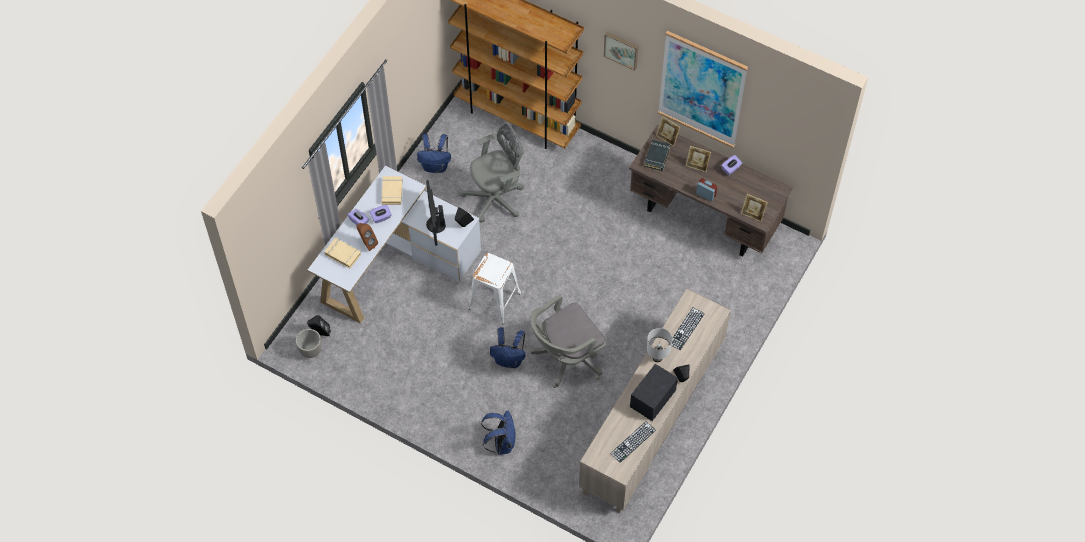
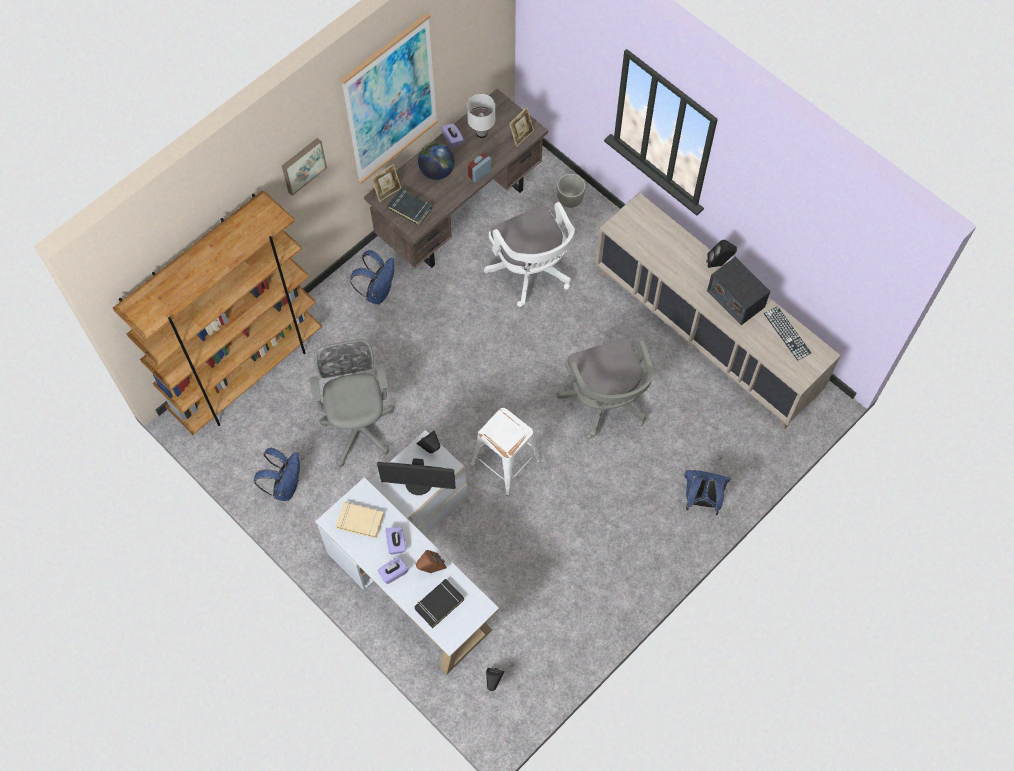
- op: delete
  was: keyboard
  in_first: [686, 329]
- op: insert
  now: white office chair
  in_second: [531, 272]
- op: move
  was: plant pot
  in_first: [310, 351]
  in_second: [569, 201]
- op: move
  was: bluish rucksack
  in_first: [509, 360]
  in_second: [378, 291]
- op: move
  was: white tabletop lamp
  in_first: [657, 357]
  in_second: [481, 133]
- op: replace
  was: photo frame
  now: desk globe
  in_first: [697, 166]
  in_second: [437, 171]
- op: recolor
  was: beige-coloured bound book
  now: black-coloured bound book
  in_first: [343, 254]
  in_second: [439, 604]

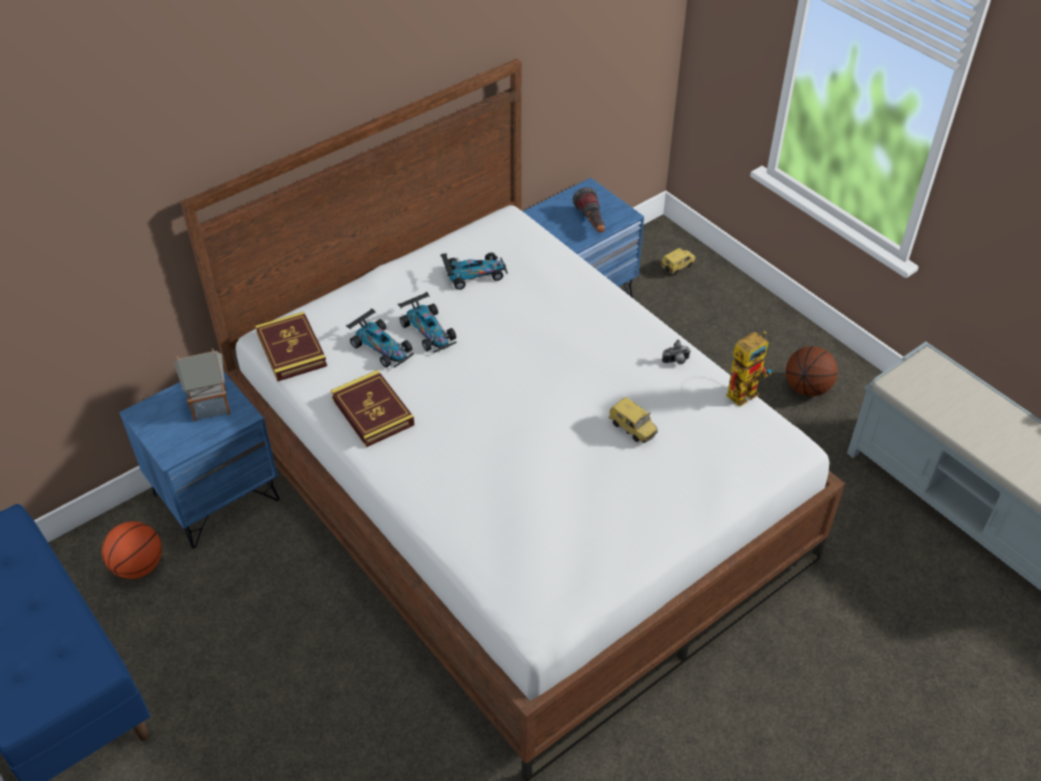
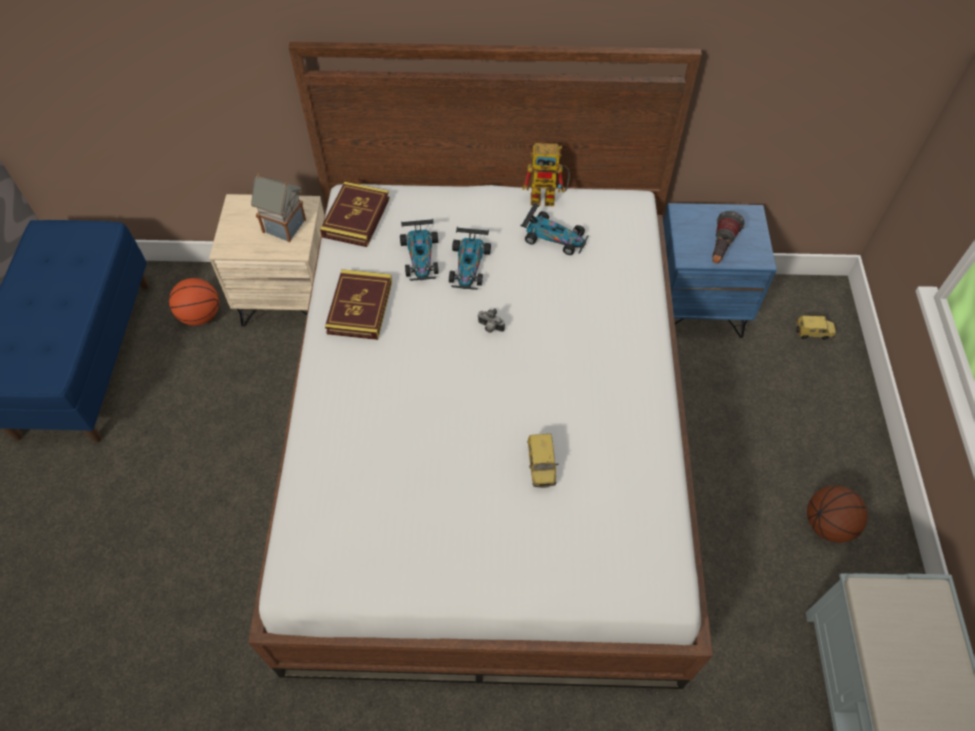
- op: move
  was: photo camera
  in_first: [676, 362]
  in_second: [490, 328]
- op: move
  was: robot figure
  in_first: [745, 390]
  in_second: [548, 197]
- op: recolor
  was: bluish night table
  now: beige-coloured night table
  in_first: [216, 496]
  in_second: [289, 297]

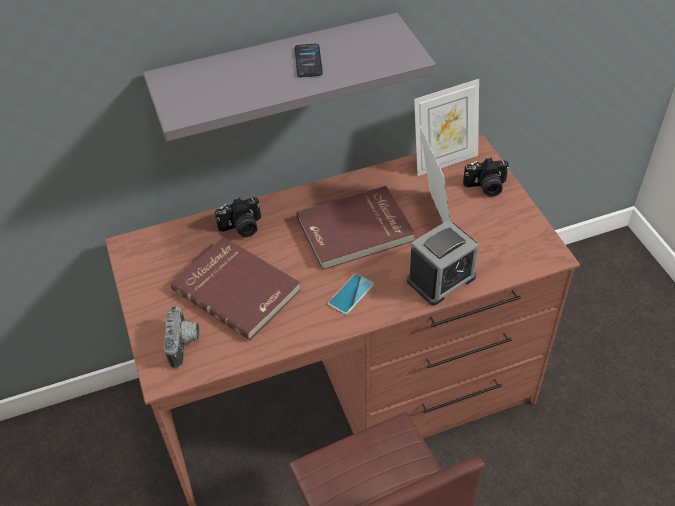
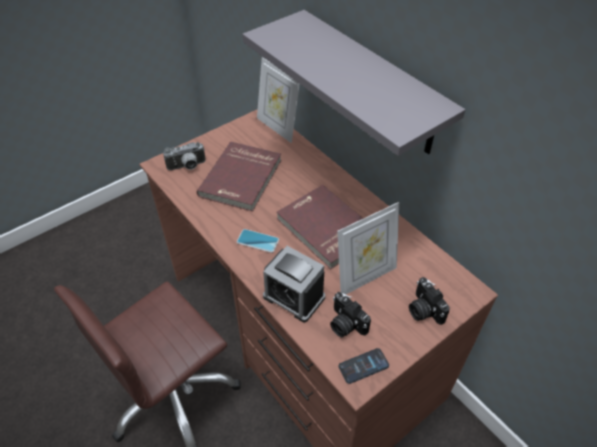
- op: move
  was: photo camera
  in_first: [242, 228]
  in_second: [345, 324]
- op: move
  was: phone
  in_first: [308, 61]
  in_second: [363, 366]
- op: move
  was: photo frame
  in_first: [444, 161]
  in_second: [277, 128]

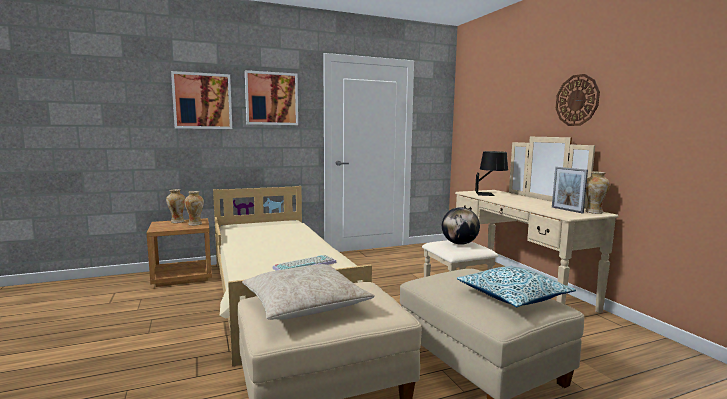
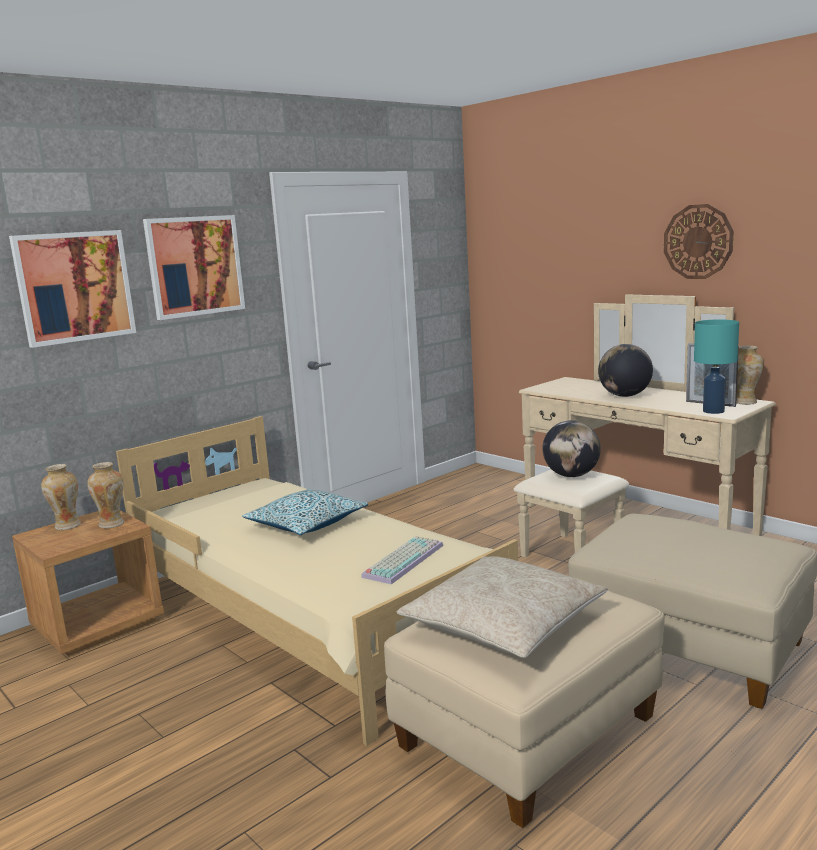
- op: delete
  was: black-coloured tabletop lamp
  in_first: [490, 194]
- op: insert
  now: desk globe
  in_second: [624, 396]
- op: insert
  now: turquoise-coloured tabletop lamp
  in_second: [713, 411]
- op: move
  was: pillow
  in_first: [512, 296]
  in_second: [306, 524]

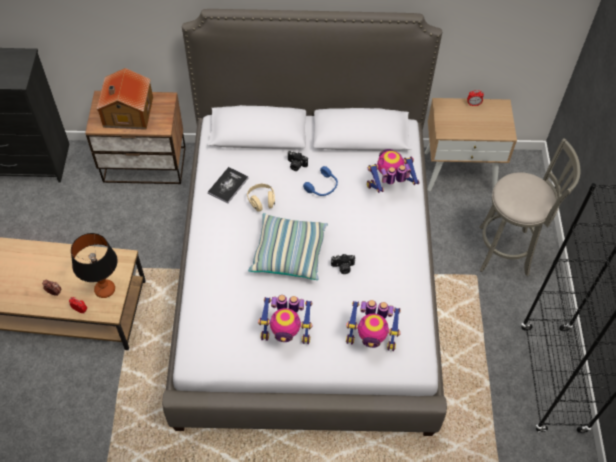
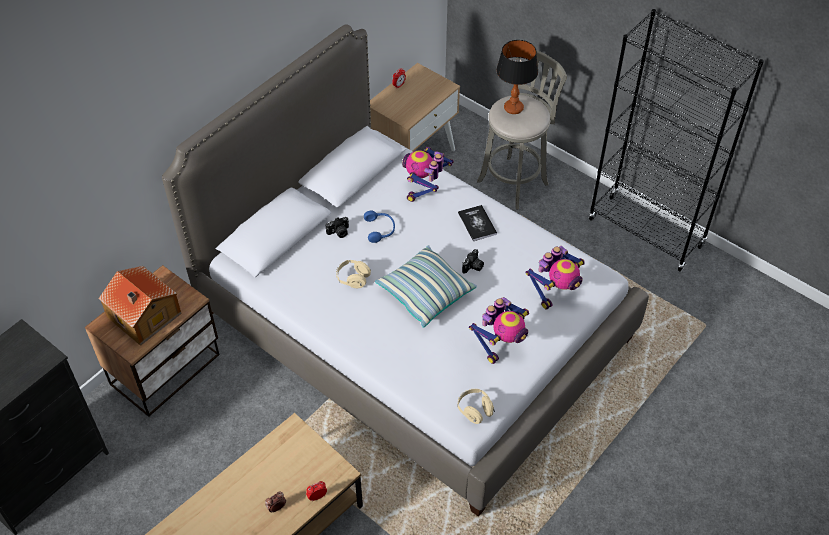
- op: insert
  now: beige-coloured headphones
  in_second: [475, 410]
- op: move
  was: tabletop lamp
  in_first: [105, 290]
  in_second: [513, 108]
- op: move
  was: bound book
  in_first: [228, 185]
  in_second: [477, 224]

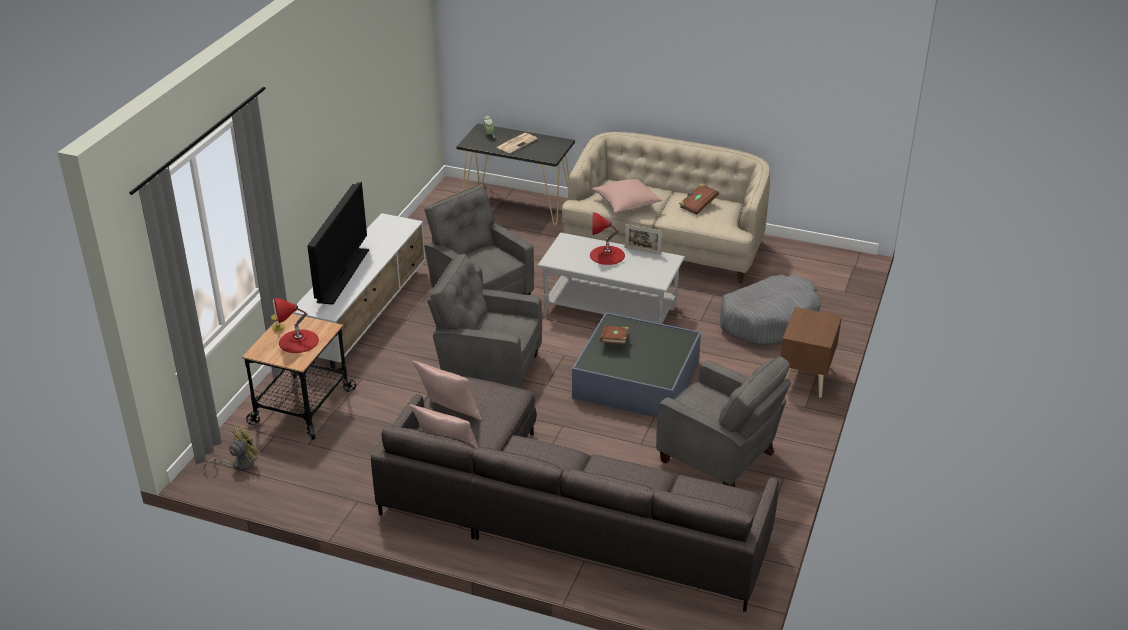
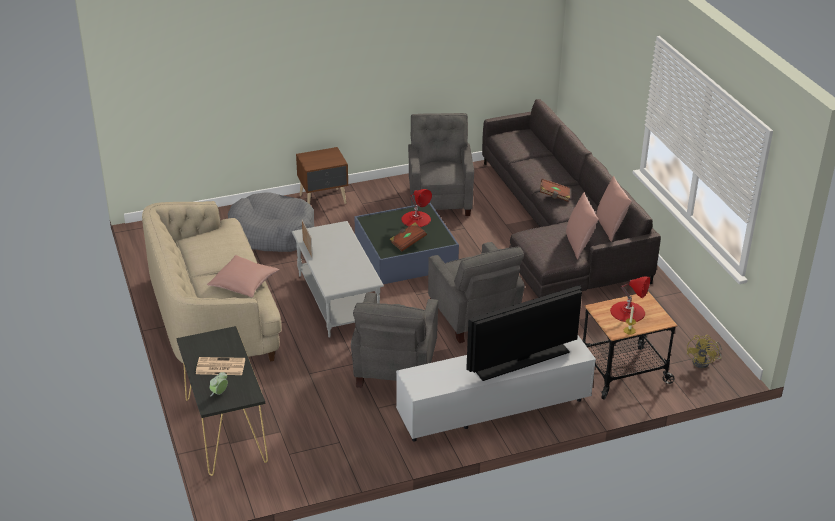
- op: move
  was: red tabletop lamp
  in_first: [607, 255]
  in_second: [416, 219]
- op: move
  was: brown bound book
  in_first: [698, 205]
  in_second: [554, 196]
- op: rotate
  was: yellowish fan
  in_first: [238, 464]
  in_second: [704, 362]
  clockwise: -75

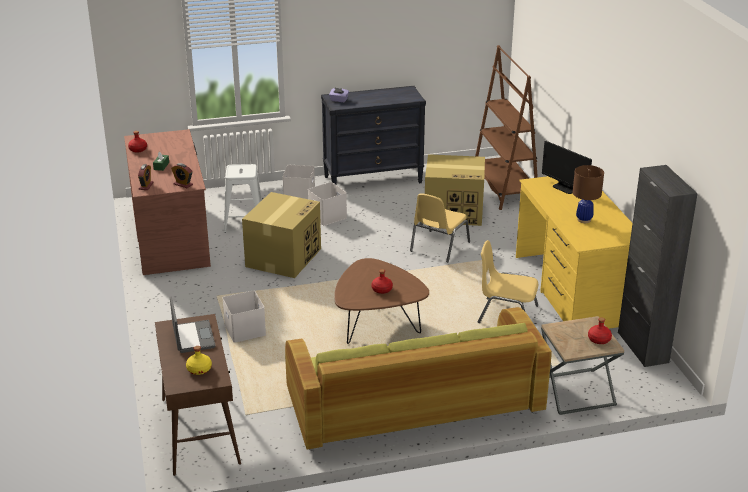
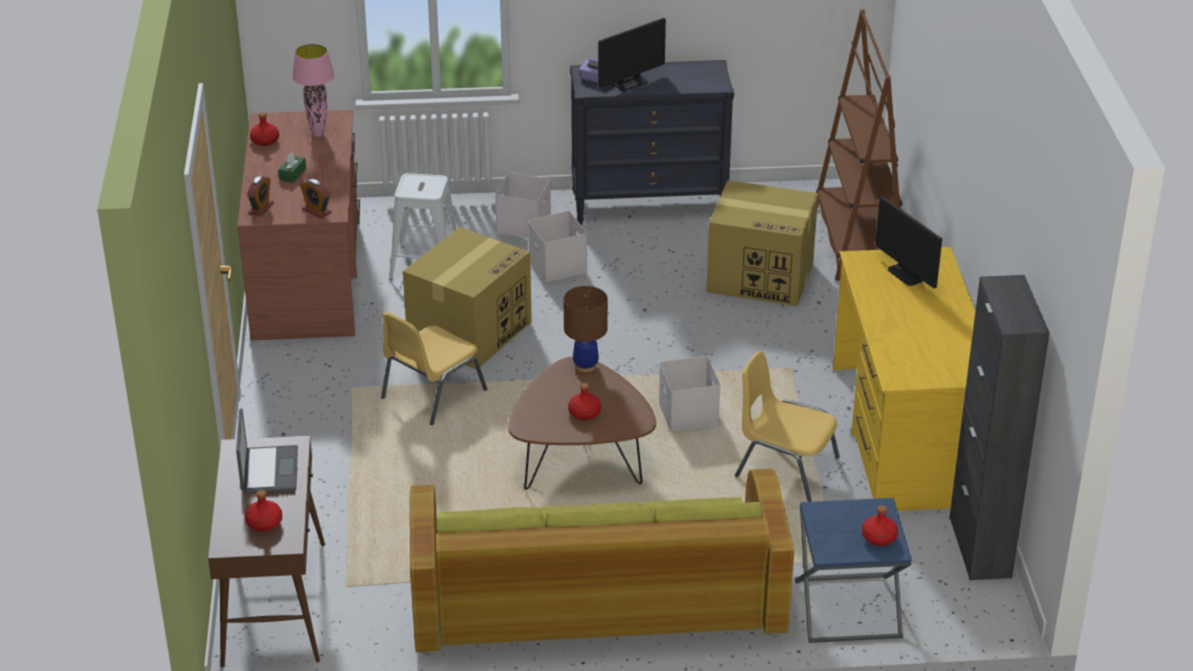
- op: insert
  now: pink-coloured tabletop lamp
  in_second: [318, 134]
- op: insert
  now: computer screen
  in_second: [630, 82]
- op: move
  was: white storage box
  in_first: [244, 330]
  in_second: [687, 413]
- op: move
  was: yellowish upright chair
  in_first: [438, 247]
  in_second: [431, 394]
- op: move
  was: brown tabletop lamp
  in_first: [584, 220]
  in_second: [585, 366]
- op: recolor
  was: yellowish bottle
  now: red bottle
  in_first: [199, 369]
  in_second: [265, 523]
- op: recolor
  was: brown accent table
  now: bluish accent table
  in_first: [575, 392]
  in_second: [847, 608]

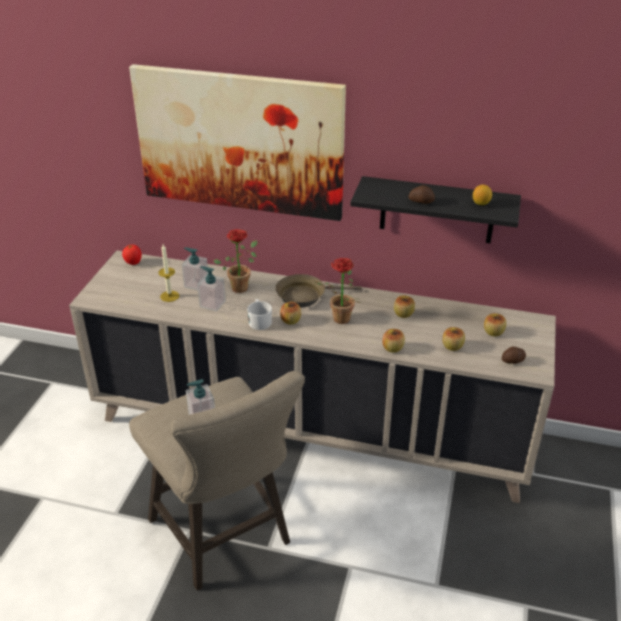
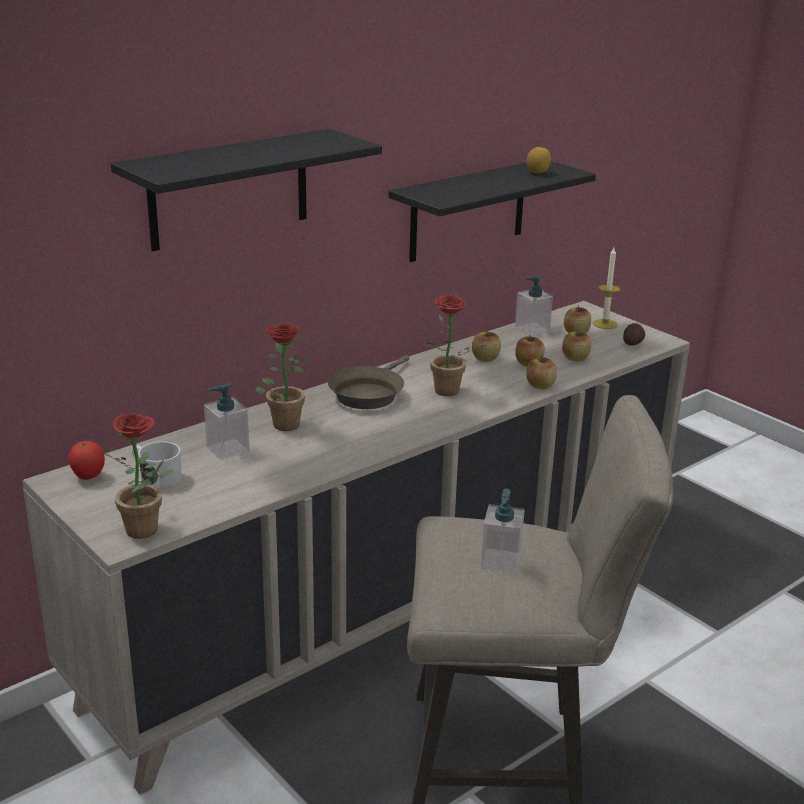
- op: delete
  was: spud
  in_first: [421, 201]
- op: insert
  now: houseplant
  in_second: [148, 531]
- op: move
  was: candle
  in_first: [169, 296]
  in_second: [605, 324]
- op: move
  was: soap dispenser
  in_first: [212, 304]
  in_second: [532, 329]
- op: move
  was: white tea mug
  in_first: [259, 321]
  in_second: [156, 477]
- op: move
  was: apple fruit
  in_first: [290, 321]
  in_second: [529, 364]
- op: replace
  was: wall picture
  now: black-coloured shelf
  in_first: [240, 142]
  in_second: [229, 189]

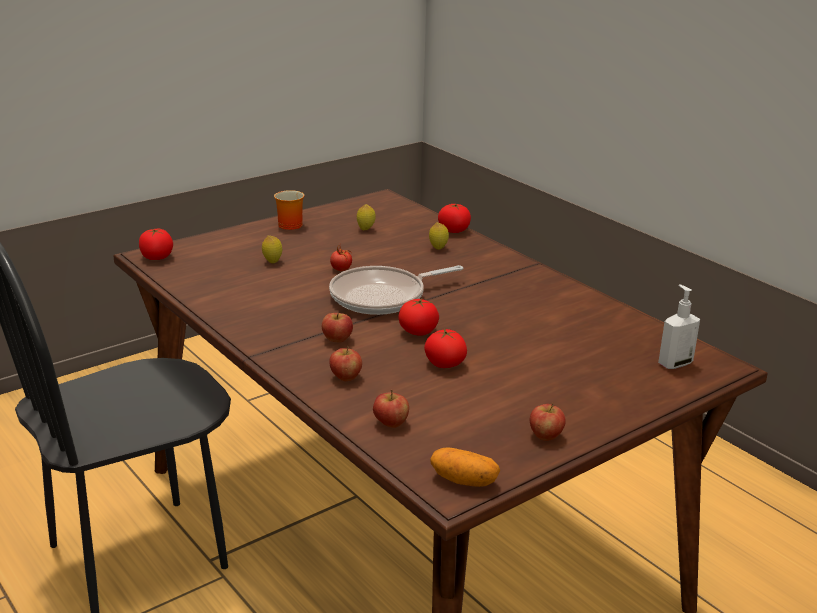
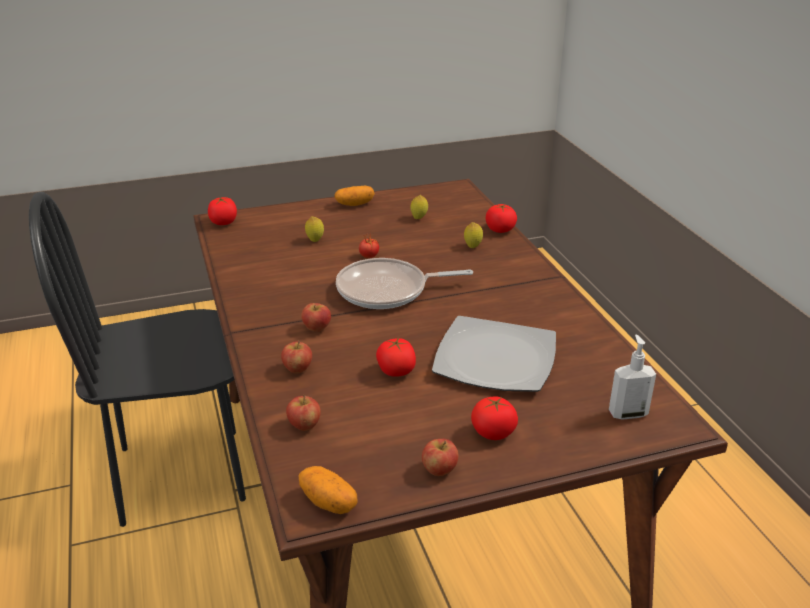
- op: insert
  now: flat dish
  in_second: [494, 358]
- op: move
  was: whole tomato
  in_first: [418, 331]
  in_second: [493, 432]
- op: replace
  was: tea mug
  now: spud
  in_first: [288, 224]
  in_second: [354, 204]

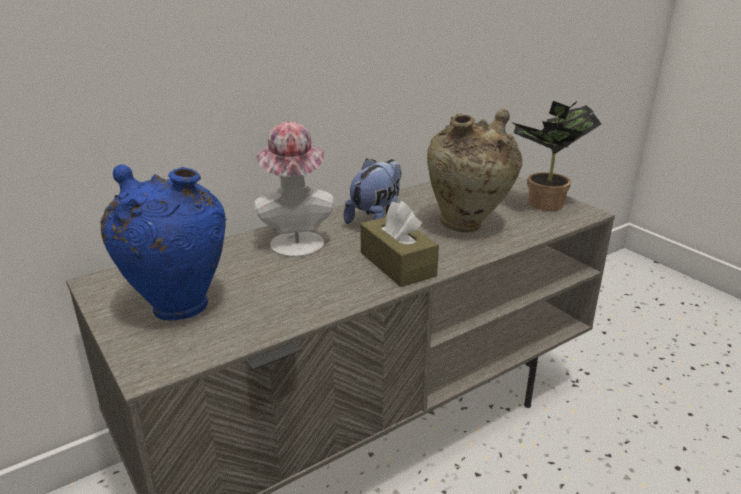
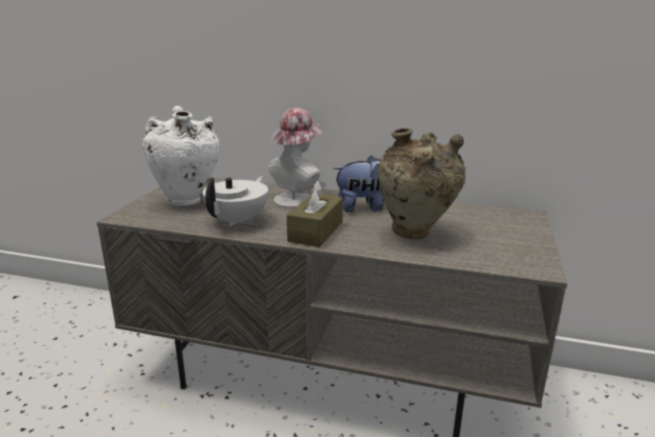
- op: delete
  was: houseplant
  in_first: [544, 206]
- op: insert
  now: white teapot
  in_second: [238, 221]
- op: recolor
  was: bluish vase
  now: white vase
  in_first: [178, 305]
  in_second: [187, 200]

